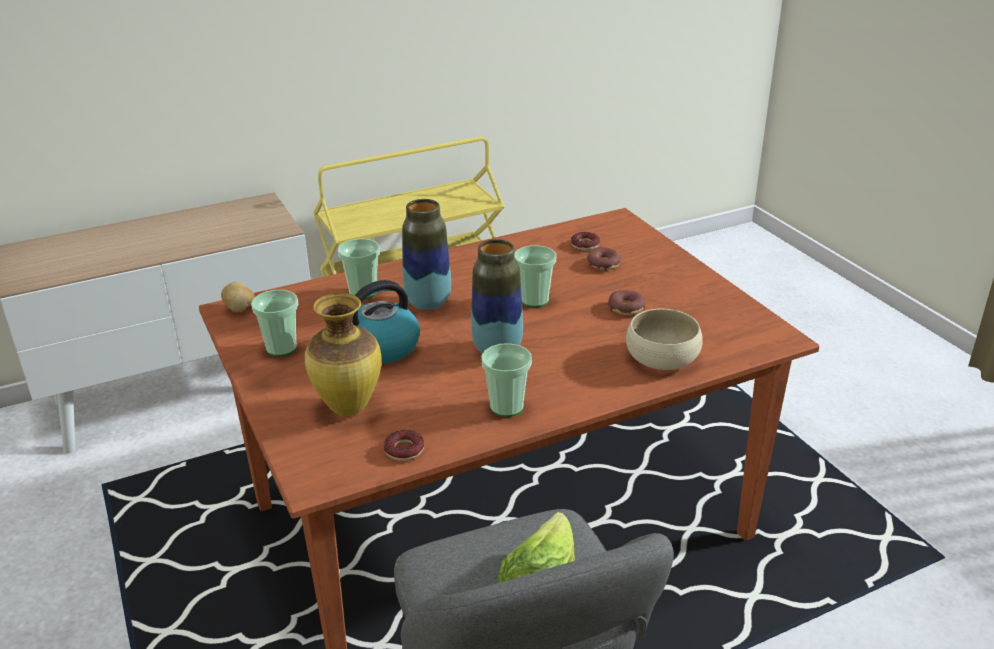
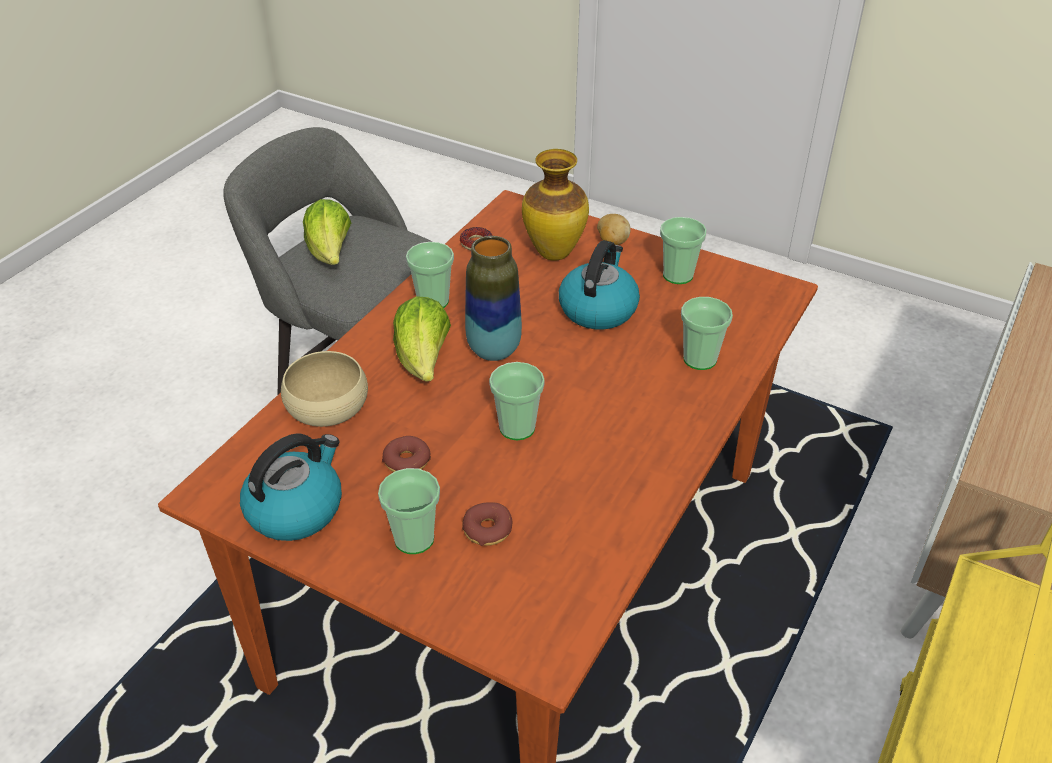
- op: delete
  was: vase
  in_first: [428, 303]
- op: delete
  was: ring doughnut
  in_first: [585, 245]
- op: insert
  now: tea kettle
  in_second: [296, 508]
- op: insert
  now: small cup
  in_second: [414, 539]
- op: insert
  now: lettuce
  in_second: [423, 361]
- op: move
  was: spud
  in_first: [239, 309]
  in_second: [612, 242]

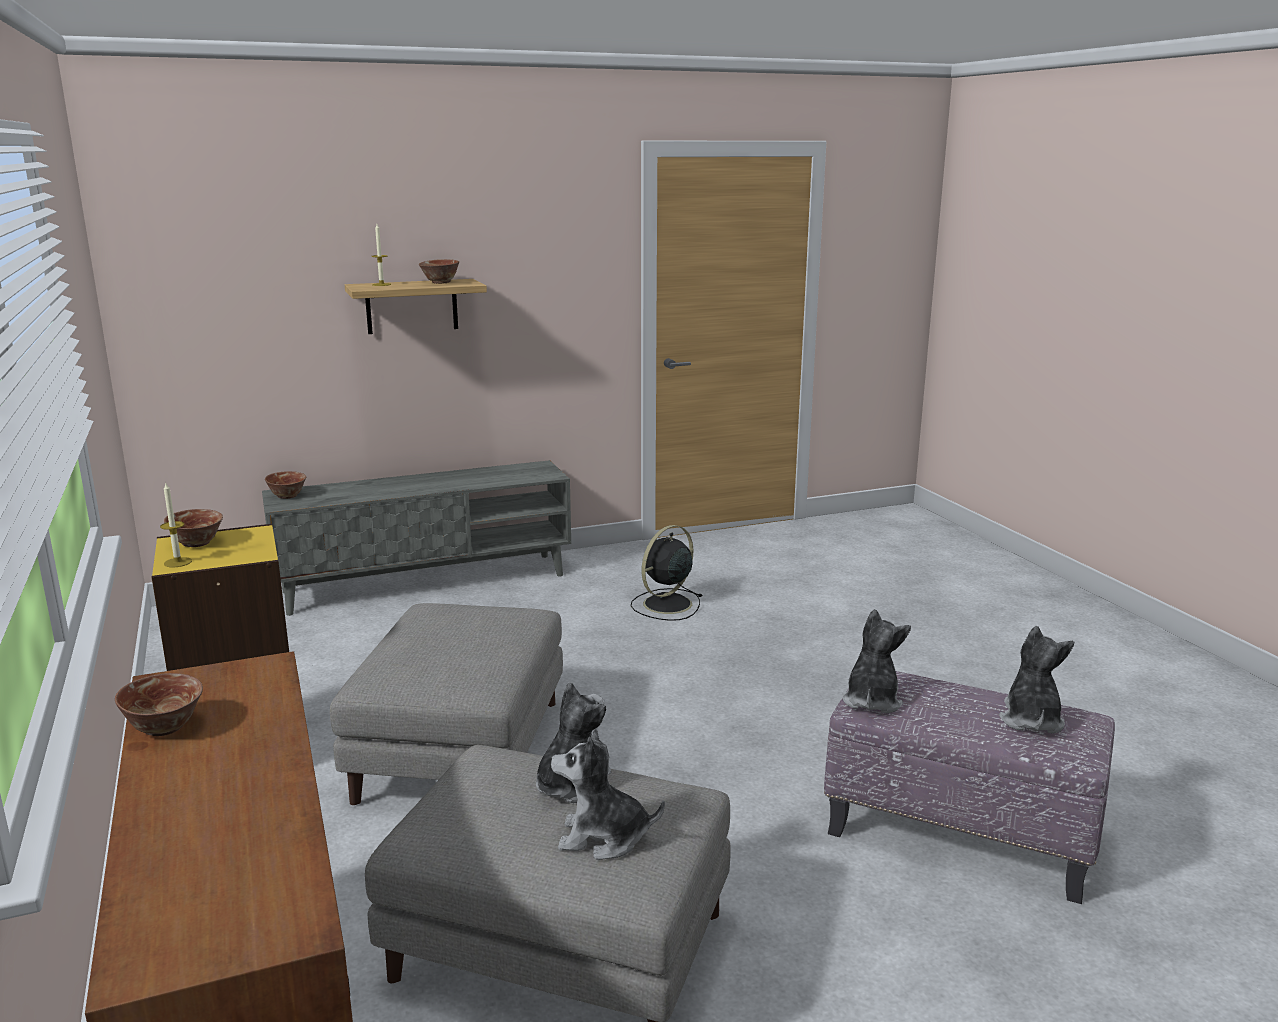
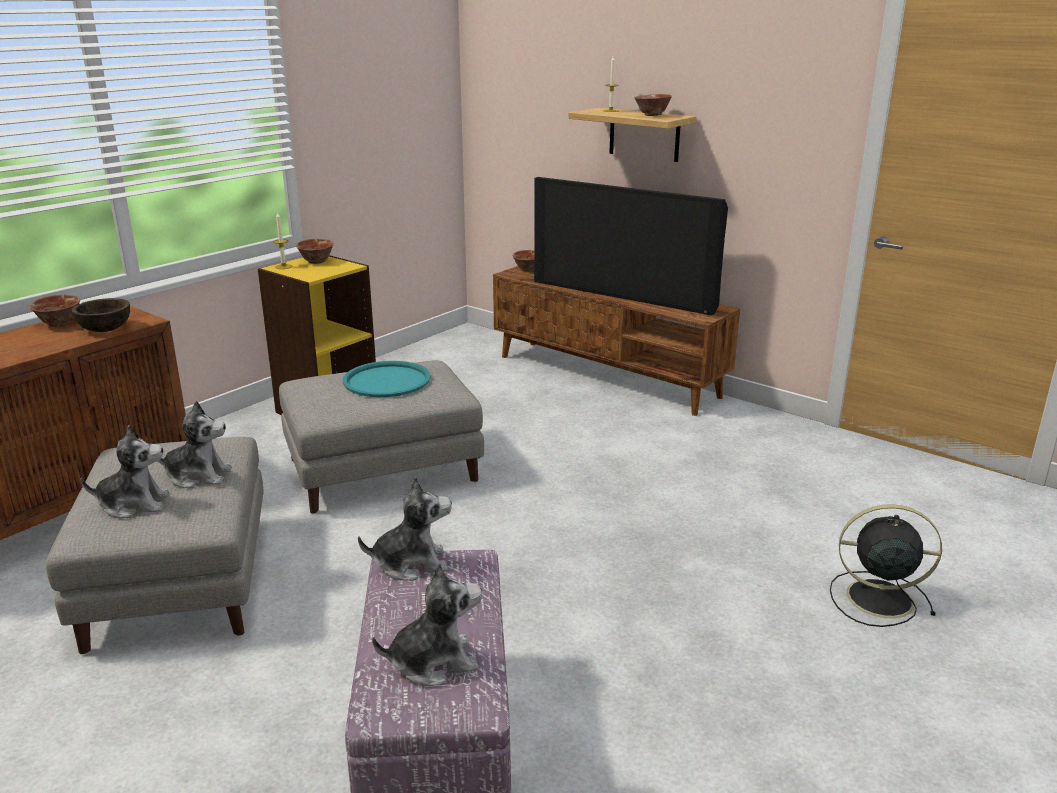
- op: insert
  now: brown serving bowl
  in_second: [106, 329]
- op: insert
  now: turquoise-coloured serving tray
  in_second: [387, 380]
- op: insert
  now: television
  in_second: [624, 294]
- op: move
  was: black-coloured fan
  in_first: [666, 605]
  in_second: [876, 598]
- op: recolor
  was: greyish tv stand
  now: brown tv stand
  in_first: [426, 583]
  in_second: [607, 376]
- op: rotate
  was: soft toy
  in_first: [603, 838]
  in_second: [134, 504]
  clockwise: 105

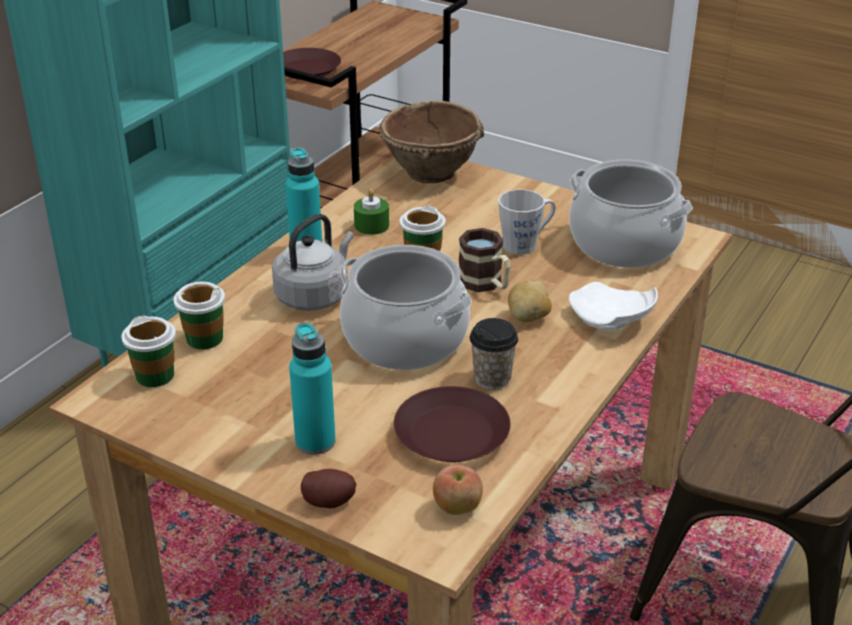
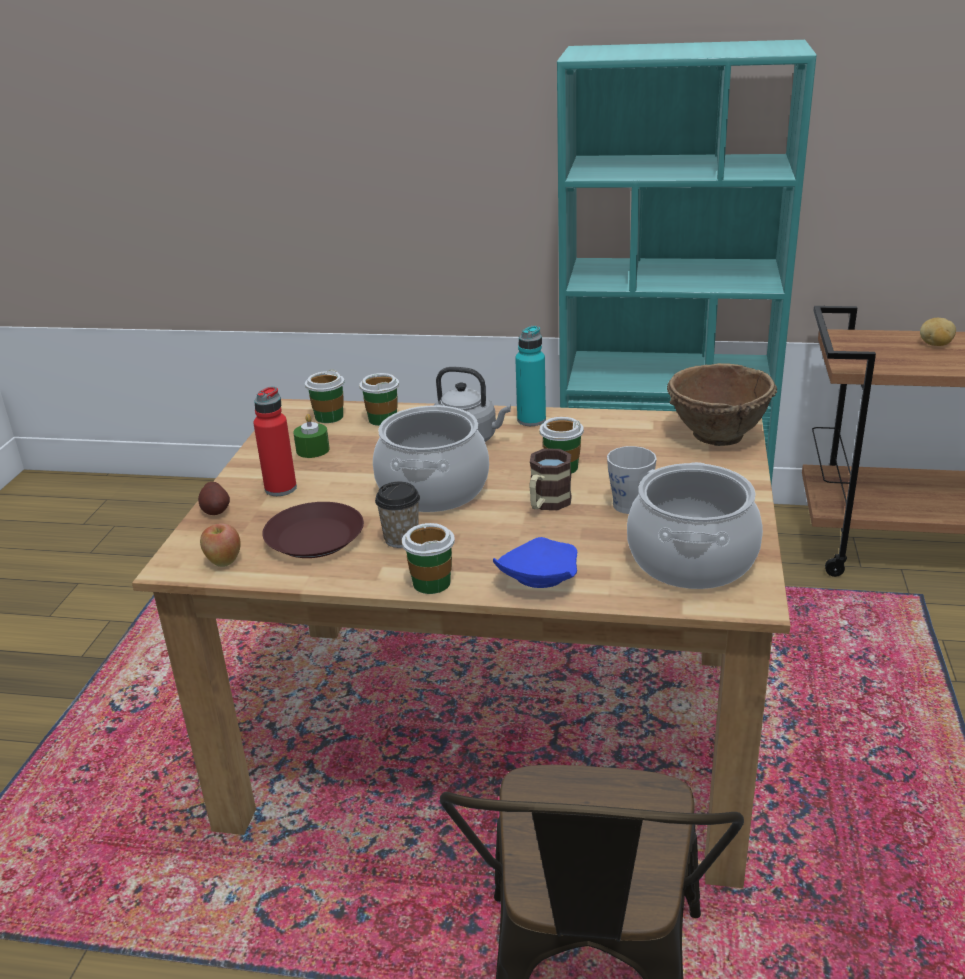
- op: delete
  was: brown flat dish
  in_first: [306, 70]
- op: insert
  now: small cup
  in_second: [431, 583]
- op: move
  was: green-coloured candle
  in_first: [371, 225]
  in_second: [312, 450]
- op: move
  was: spud
  in_first: [528, 317]
  in_second: [935, 345]
- op: recolor
  was: turquoise-coloured bottle
  now: red bottle
  in_first: [315, 442]
  in_second: [280, 488]
- op: recolor
  was: white flat dish
  now: bluish flat dish
  in_first: [610, 320]
  in_second: [537, 578]

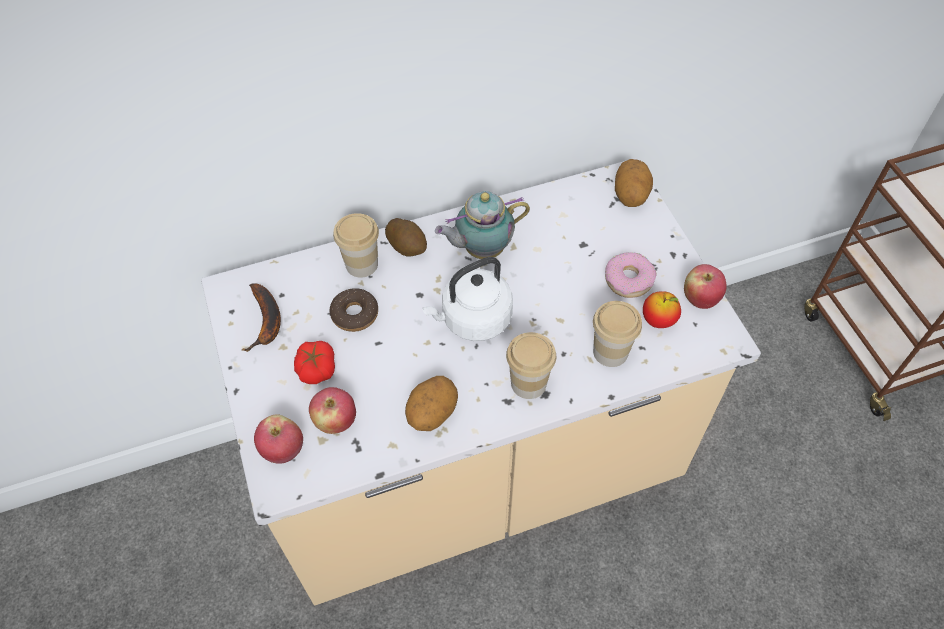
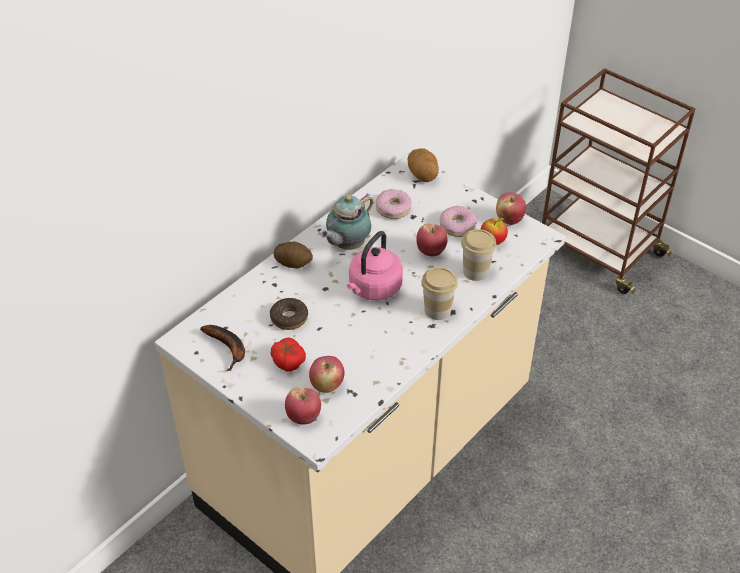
- op: delete
  was: small cup
  in_first: [361, 264]
- op: delete
  was: spud
  in_first: [432, 413]
- op: insert
  now: ring doughnut
  in_second: [393, 208]
- op: insert
  now: apple fruit
  in_second: [431, 251]
- op: recolor
  was: white tea kettle
  now: pink-coloured tea kettle
  in_first: [473, 320]
  in_second: [373, 289]

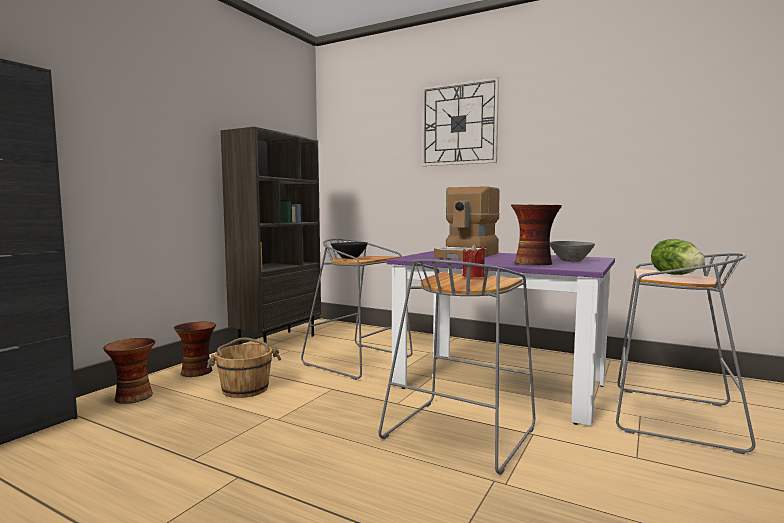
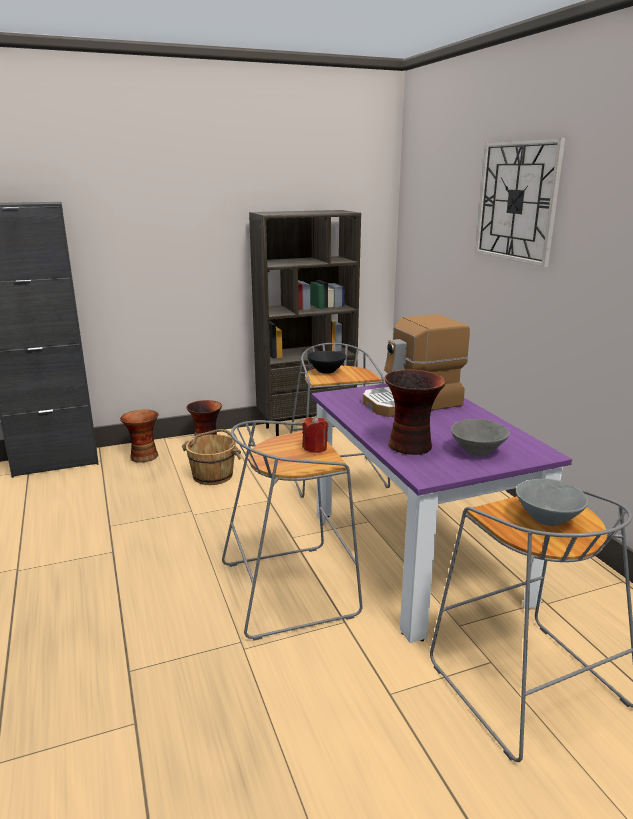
- op: replace
  was: lettuce
  now: greyish serving bowl
  in_first: [675, 275]
  in_second: [548, 519]

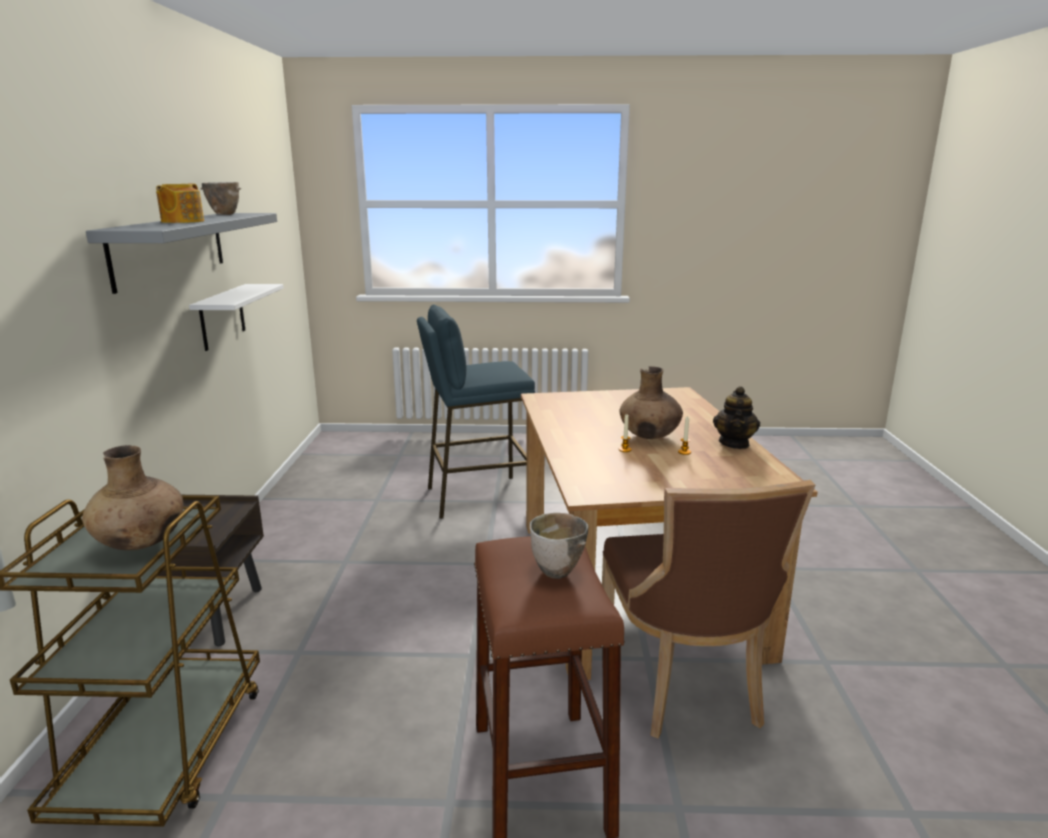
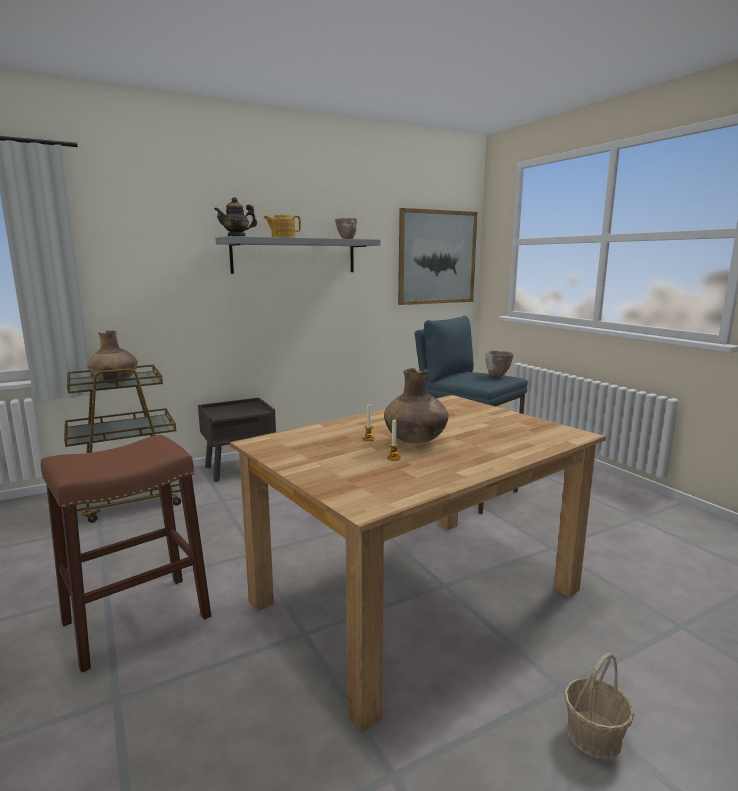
- op: delete
  was: white shelf
  in_first: [222, 317]
- op: delete
  was: brown upright chair
  in_first: [683, 683]
- op: insert
  now: wall picture
  in_second: [437, 257]
- op: insert
  now: storage basket
  in_second: [594, 735]
- op: move
  was: serving bowl
  in_first: [558, 572]
  in_second: [497, 376]
- op: move
  was: teapot
  in_first: [734, 443]
  in_second: [236, 236]

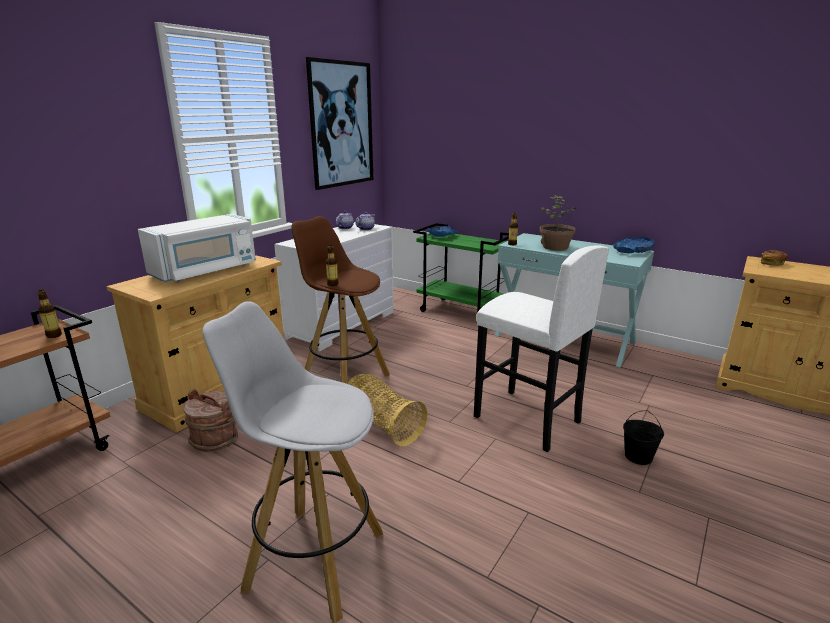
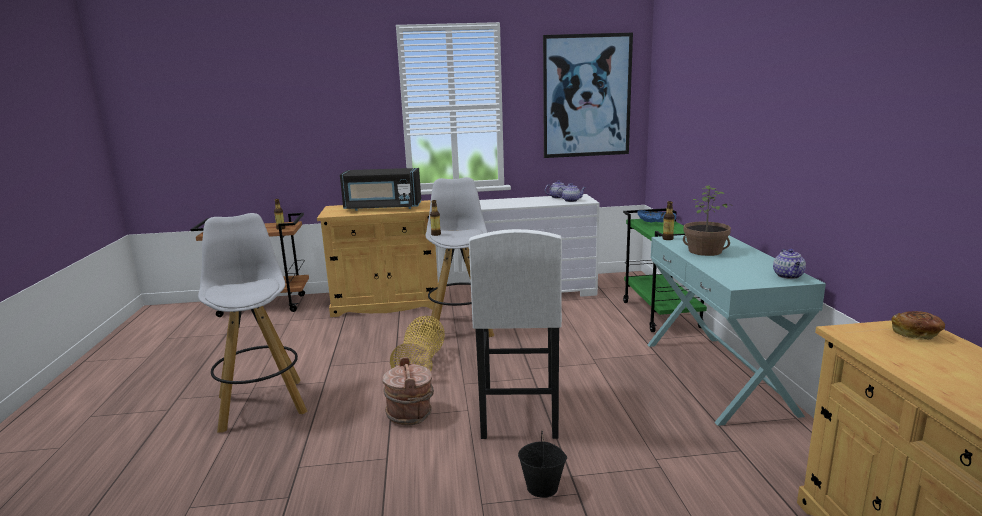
- op: move
  was: brown bucket
  in_first: [215, 439]
  in_second: [410, 414]
- op: replace
  was: bluish serving bowl
  now: teapot
  in_first: [632, 251]
  in_second: [788, 276]
- op: recolor
  was: white microwave
  now: black-coloured microwave
  in_first: [205, 271]
  in_second: [382, 208]
- op: recolor
  was: brown stool
  now: white stool
  in_first: [344, 378]
  in_second: [461, 326]

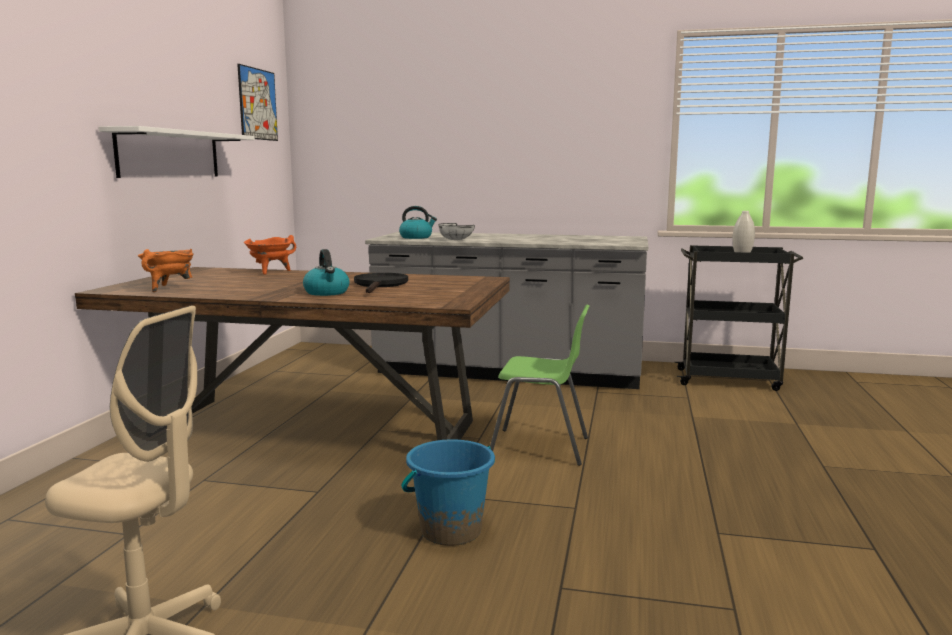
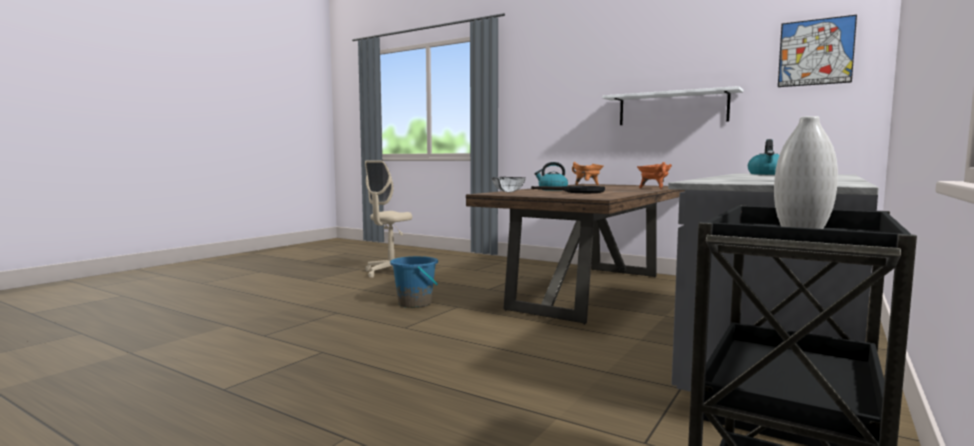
- op: delete
  was: green-coloured upright chair
  in_first: [540, 448]
- op: move
  was: white serving bowl
  in_first: [453, 240]
  in_second: [506, 192]

